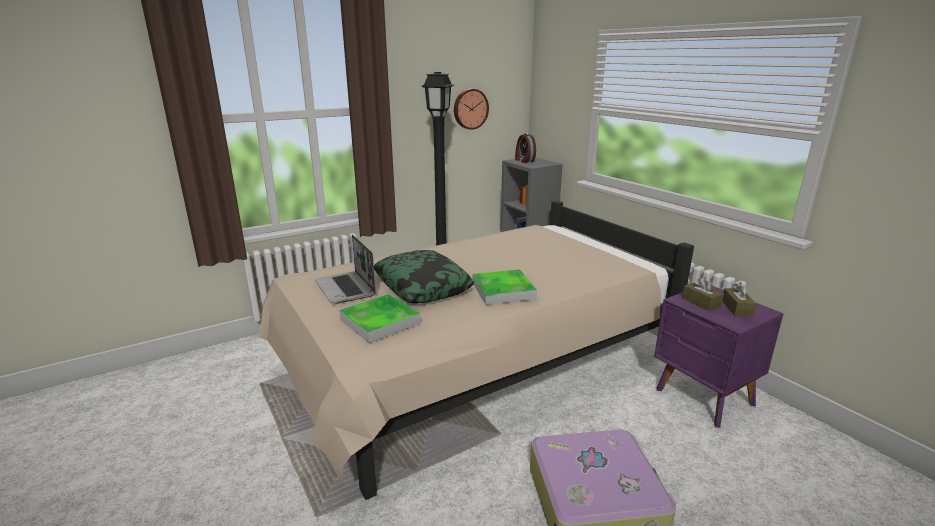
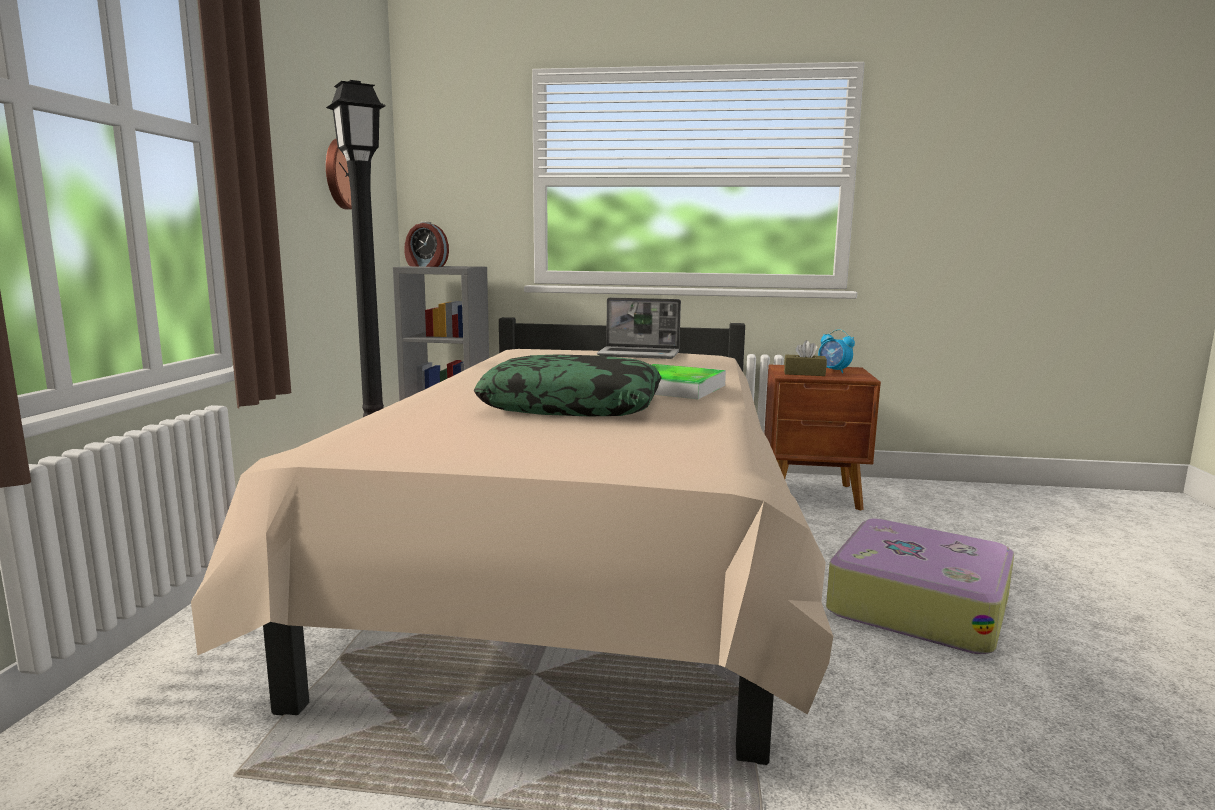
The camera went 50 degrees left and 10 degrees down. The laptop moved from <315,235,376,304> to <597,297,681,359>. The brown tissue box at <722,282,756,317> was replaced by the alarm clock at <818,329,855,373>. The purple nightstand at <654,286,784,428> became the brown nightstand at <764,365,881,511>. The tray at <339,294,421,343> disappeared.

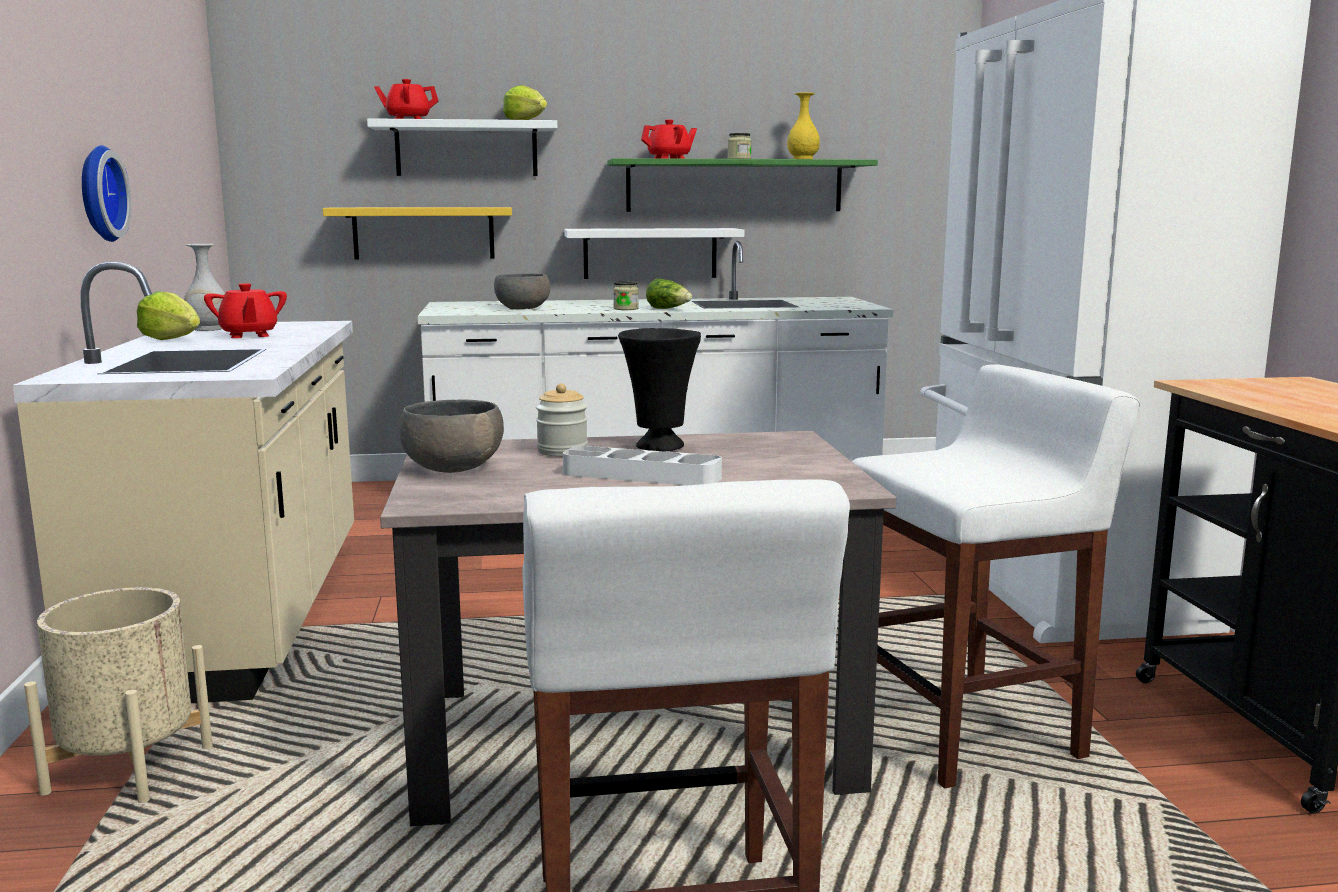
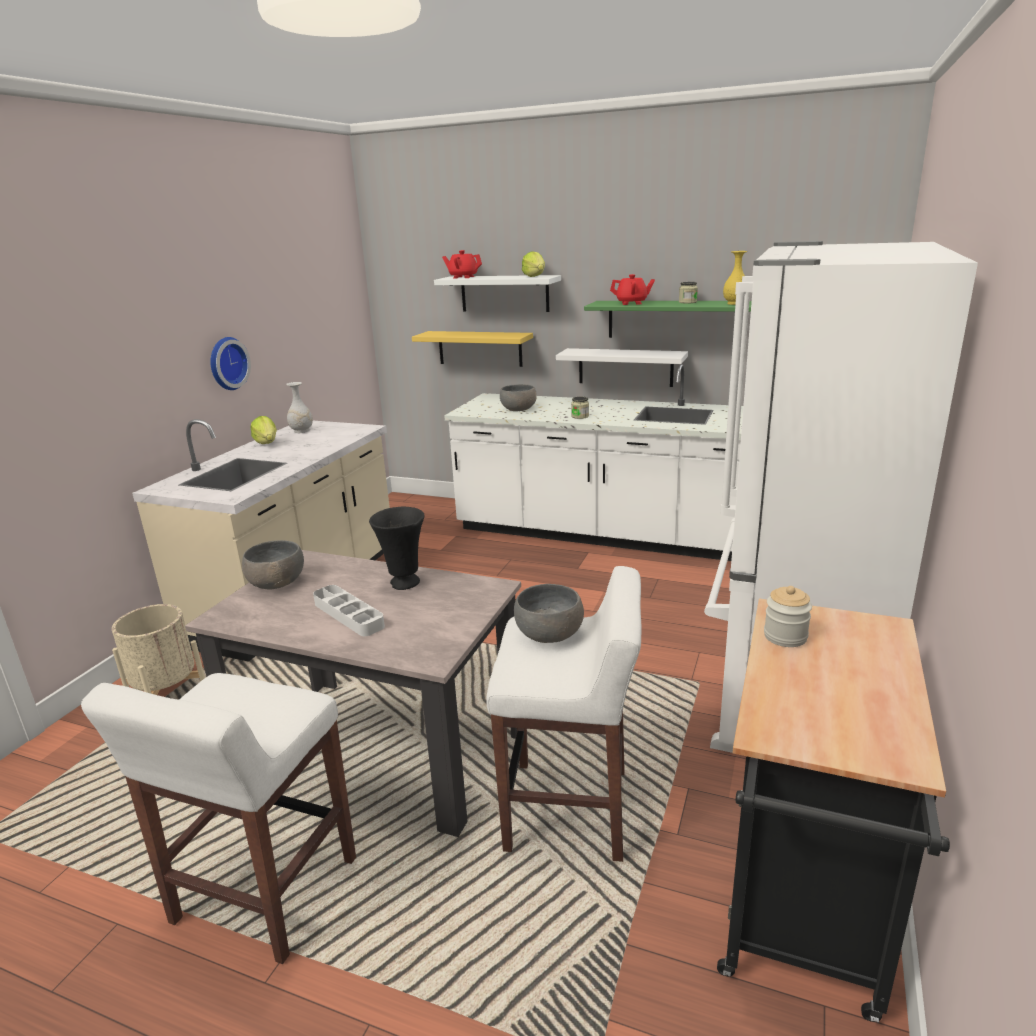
The camera went 30 degrees right and 10 degrees up. The lettuce at <646,279,692,309> disappeared. The red teapot at <204,283,287,338> disappeared. The jar moved from <536,383,588,456> to <764,586,812,647>. The grey bowl at <514,584,584,643> appeared.

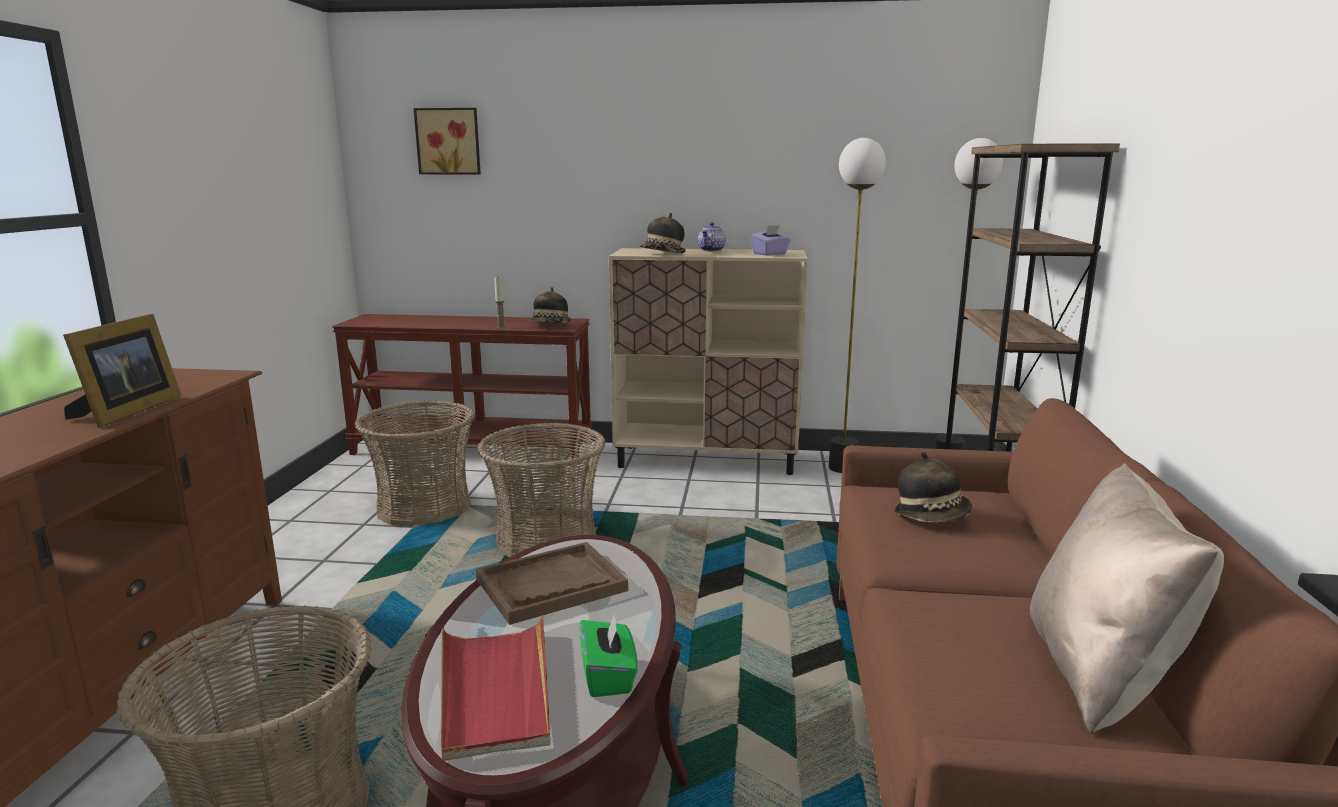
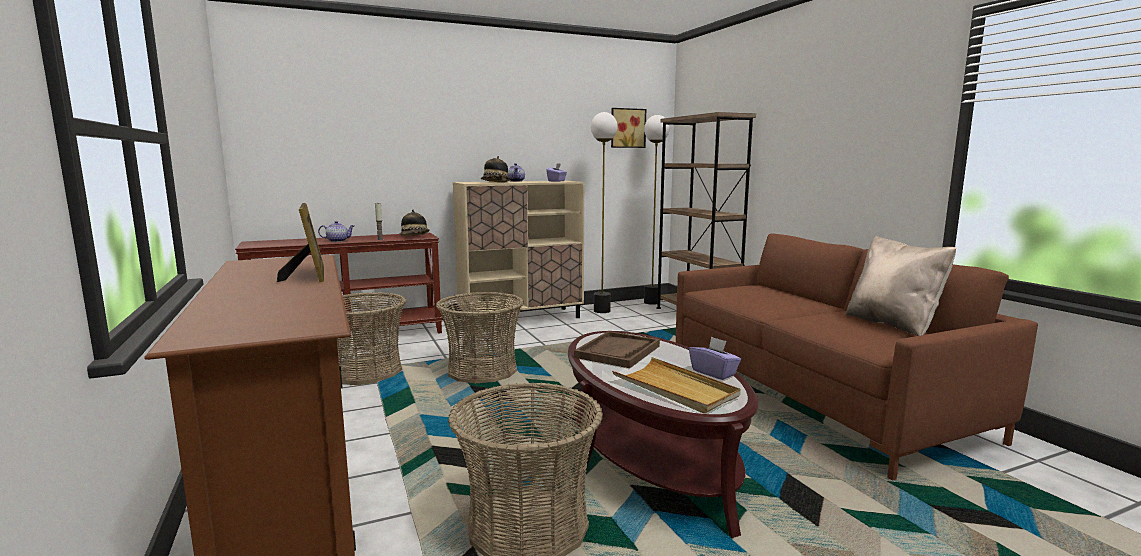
The camera went 30 degrees left and 5 degrees down. The picture moved from <414,108,481,174> to <611,108,646,148>. The hat at <894,452,972,523> disappeared. The green tissue box at <579,613,638,697> became the purple tissue box at <689,336,741,380>. The red tray at <441,616,550,761> became the beige tray at <612,357,741,414>. The teapot at <318,221,354,242> appeared.

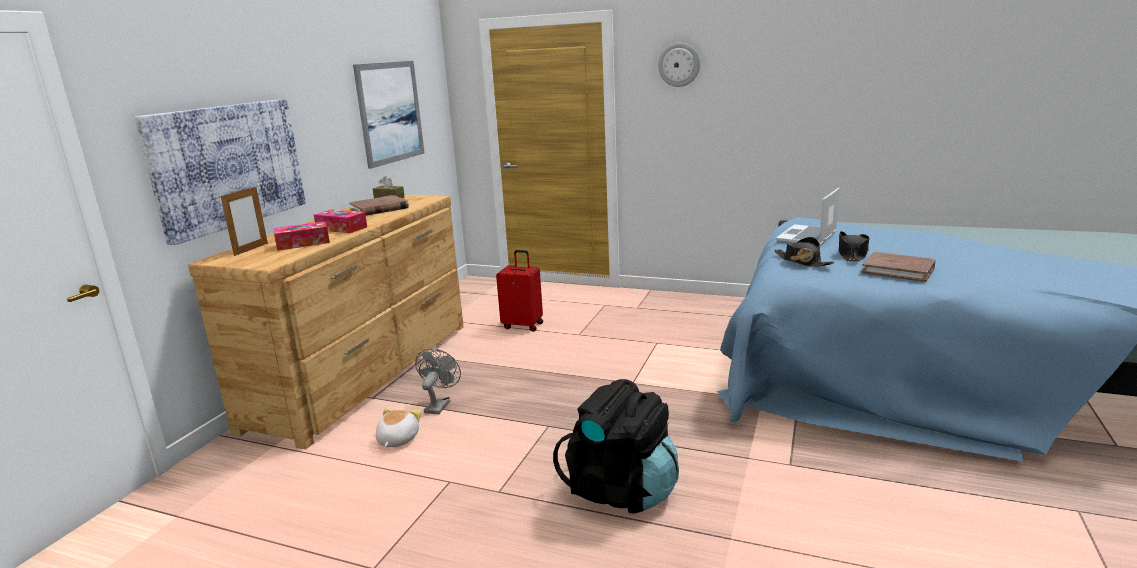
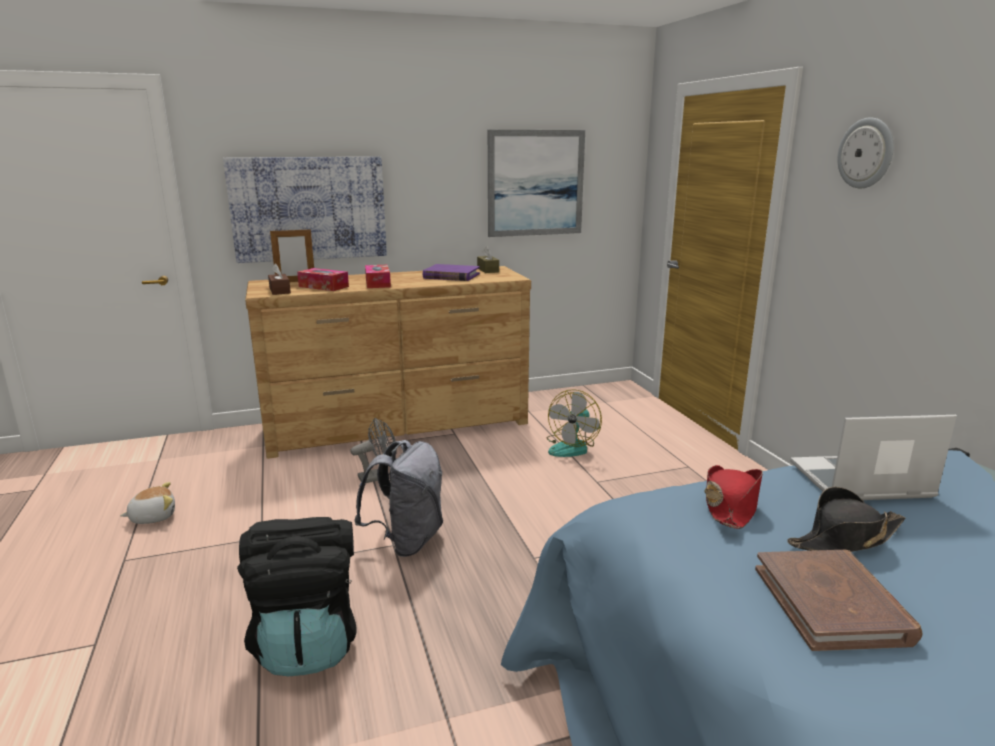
The camera went 50 degrees right and 0 degrees up. The brown book at <349,195,409,216> became the purple book at <423,264,480,281>. The black hat at <774,237,834,267> became the red hat at <704,465,763,529>. The red suitcase at <496,250,543,332> was replaced by the fan at <547,389,602,457>. The plush toy moved from <376,408,421,447> to <120,482,175,524>. The brown tissue box at <268,264,291,295> appeared. The grey backpack at <354,440,443,557> appeared.

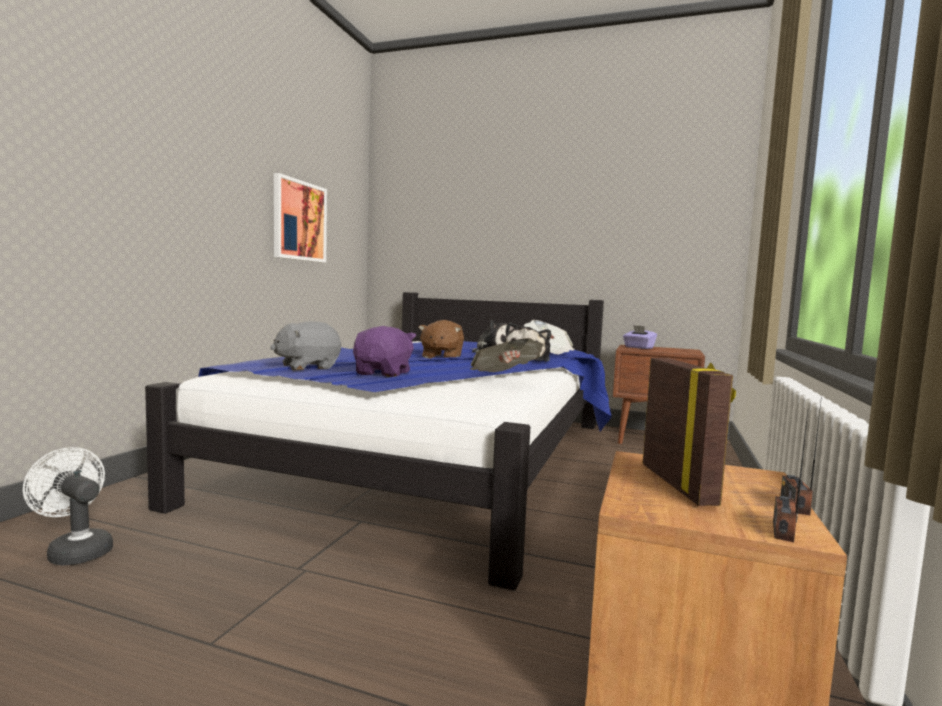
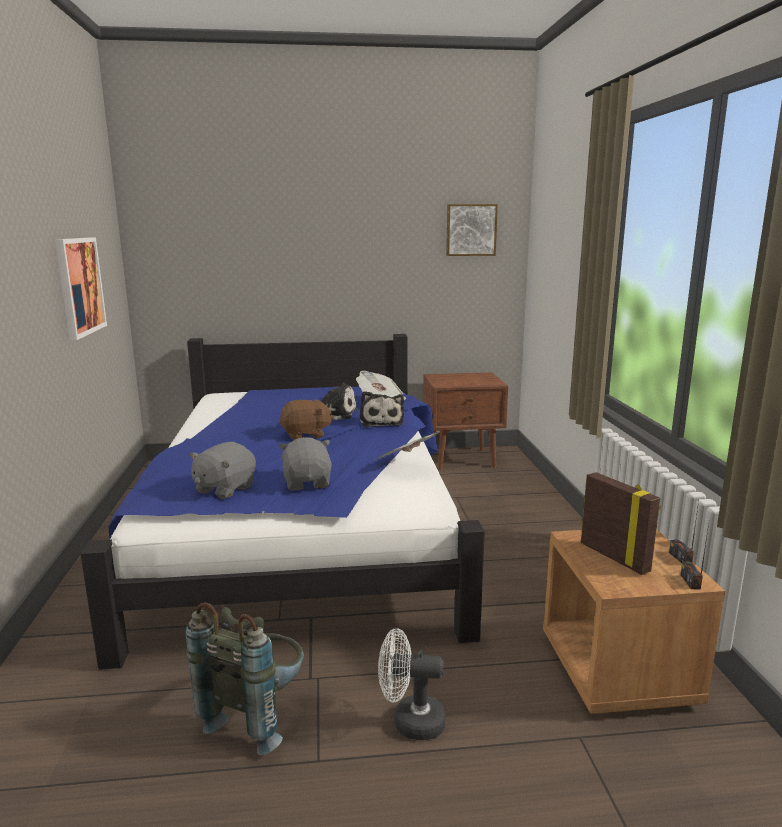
The camera went 25 degrees left and 10 degrees up. The brown plush toy at <419,320,464,359> turned 90 degrees counterclockwise. The purple tissue box at <623,325,657,349> disappeared. The purple plush toy at <353,326,416,377> became the grey plush toy at <278,437,332,491>. The white fan moved from <23,447,113,566> to <378,628,446,740>. The picture at <446,204,498,256> appeared. The grey backpack at <186,602,304,755> appeared.

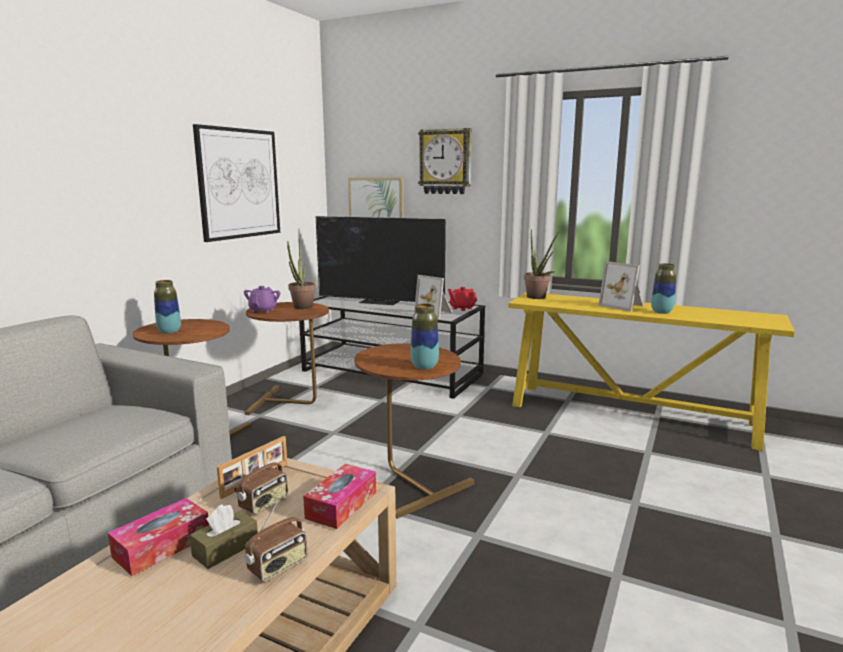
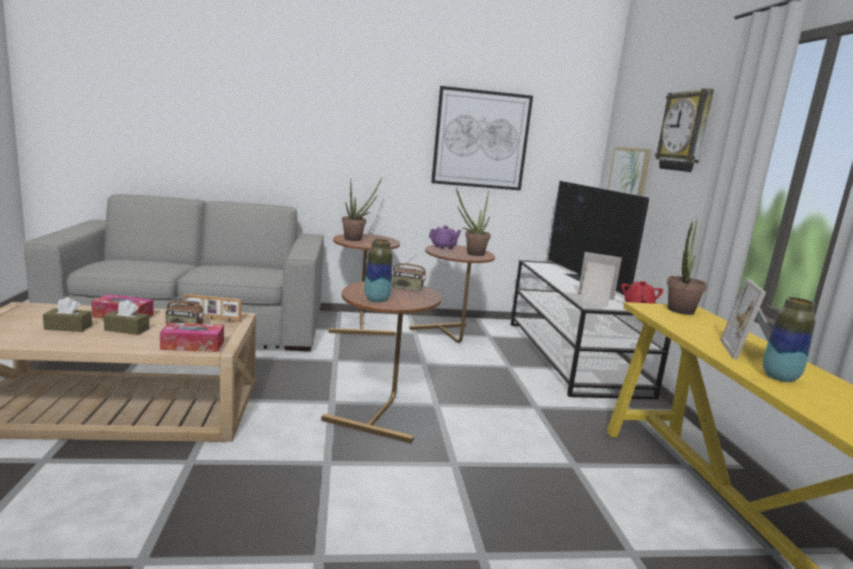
The camera went 55 degrees right and 0 degrees up. The picture frame at <414,275,453,319> turned 105 degrees clockwise. The vase at <154,280,181,334> was replaced by the potted plant at <342,178,382,241>. The radio moved from <245,502,307,582> to <392,254,426,291>. The brown tissue box at <43,297,92,332> appeared.

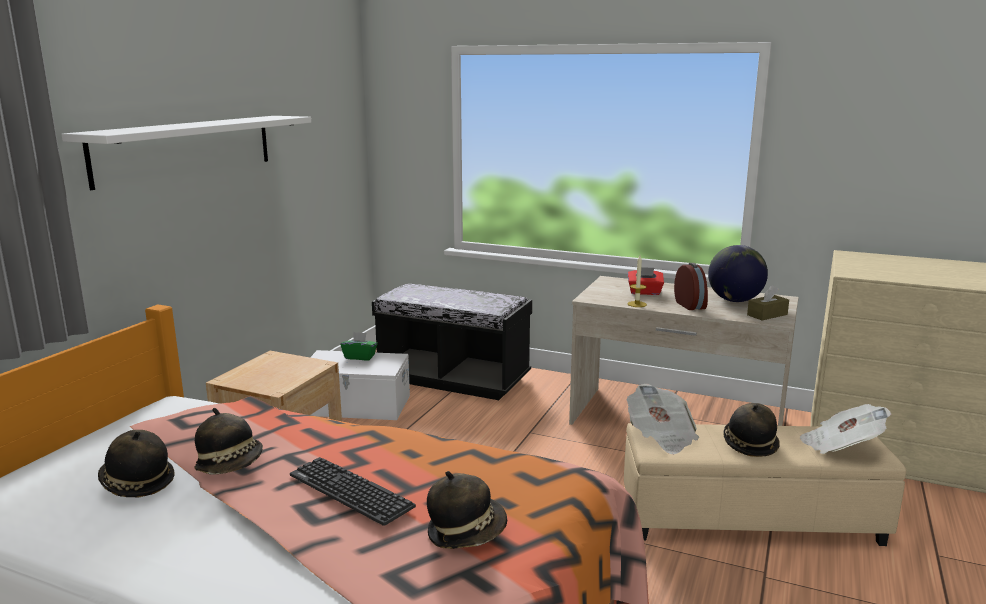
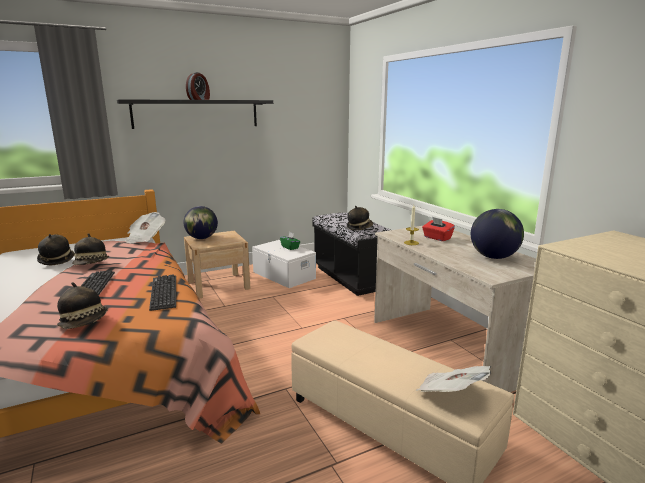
The camera went 40 degrees right and 0 degrees up. The white shelf at <61,116,311,190> became the black shelf at <117,99,273,129>. The alarm clock moved from <674,263,708,310> to <186,72,210,100>. The brown tissue box at <747,285,789,320> disappeared. The newspaper moved from <627,384,699,455> to <126,212,165,243>. The hat moved from <723,403,780,457> to <347,206,373,230>. The globe at <184,206,218,239> appeared. The keyboard at <149,274,176,311> appeared.

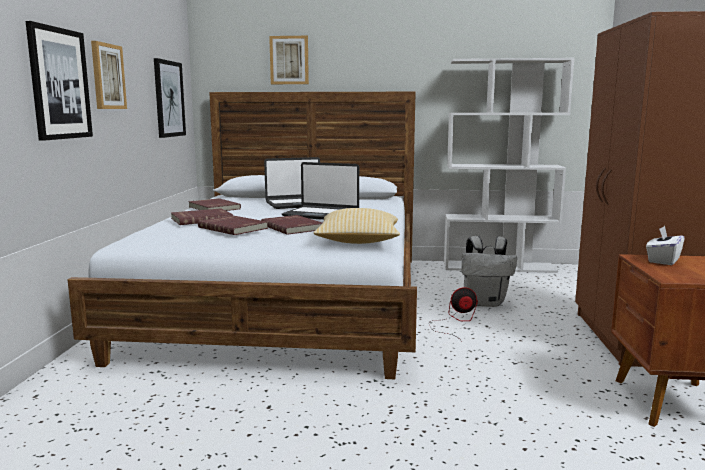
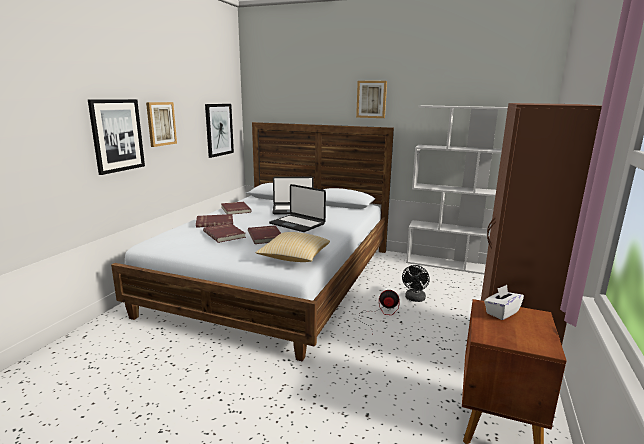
The camera went 15 degrees right and 5 degrees up. The picture moved from <269,36,309,84> to <356,81,387,118>. The white backpack at <461,236,517,307> was replaced by the black fan at <402,265,430,302>.

